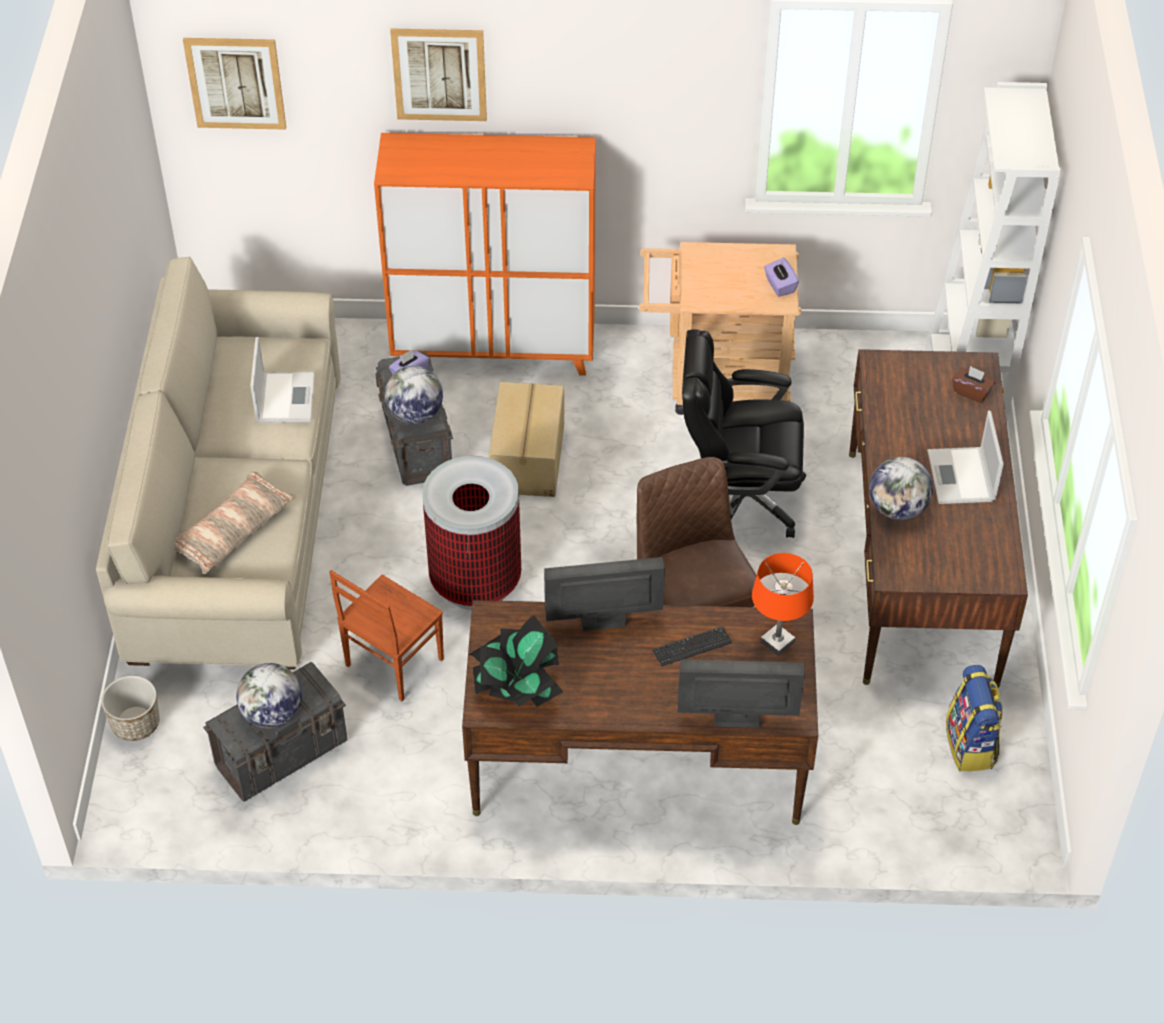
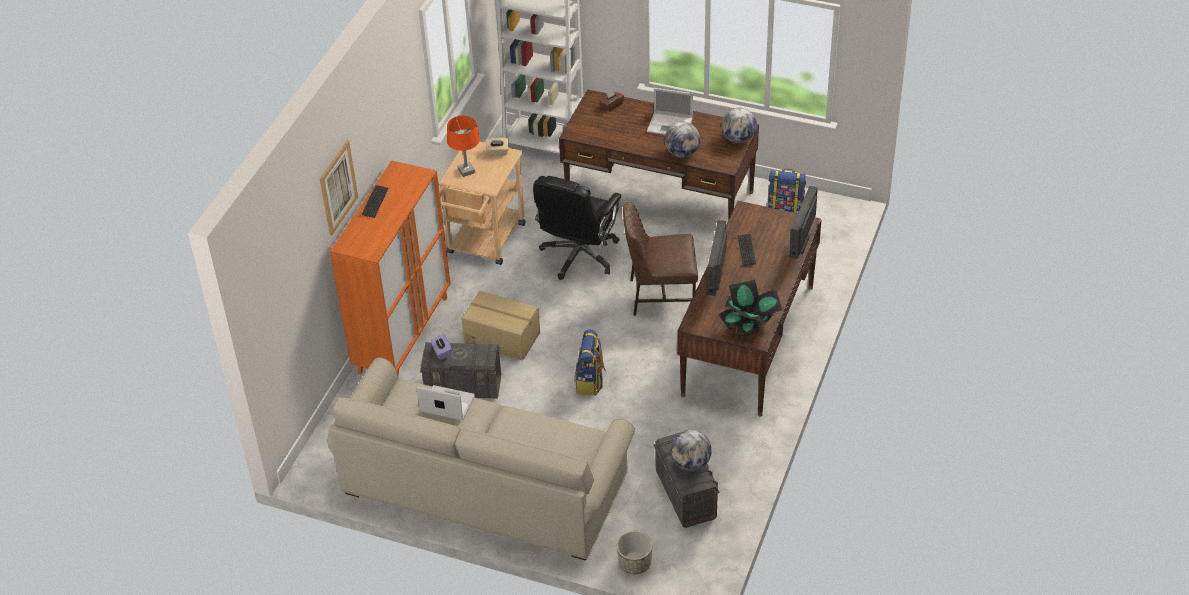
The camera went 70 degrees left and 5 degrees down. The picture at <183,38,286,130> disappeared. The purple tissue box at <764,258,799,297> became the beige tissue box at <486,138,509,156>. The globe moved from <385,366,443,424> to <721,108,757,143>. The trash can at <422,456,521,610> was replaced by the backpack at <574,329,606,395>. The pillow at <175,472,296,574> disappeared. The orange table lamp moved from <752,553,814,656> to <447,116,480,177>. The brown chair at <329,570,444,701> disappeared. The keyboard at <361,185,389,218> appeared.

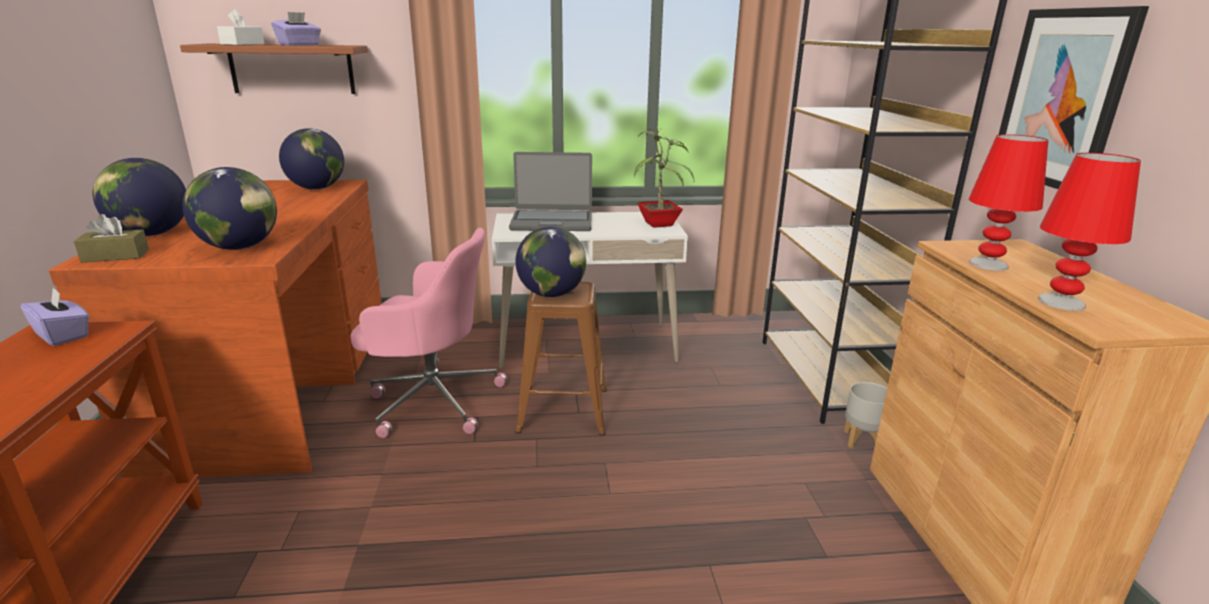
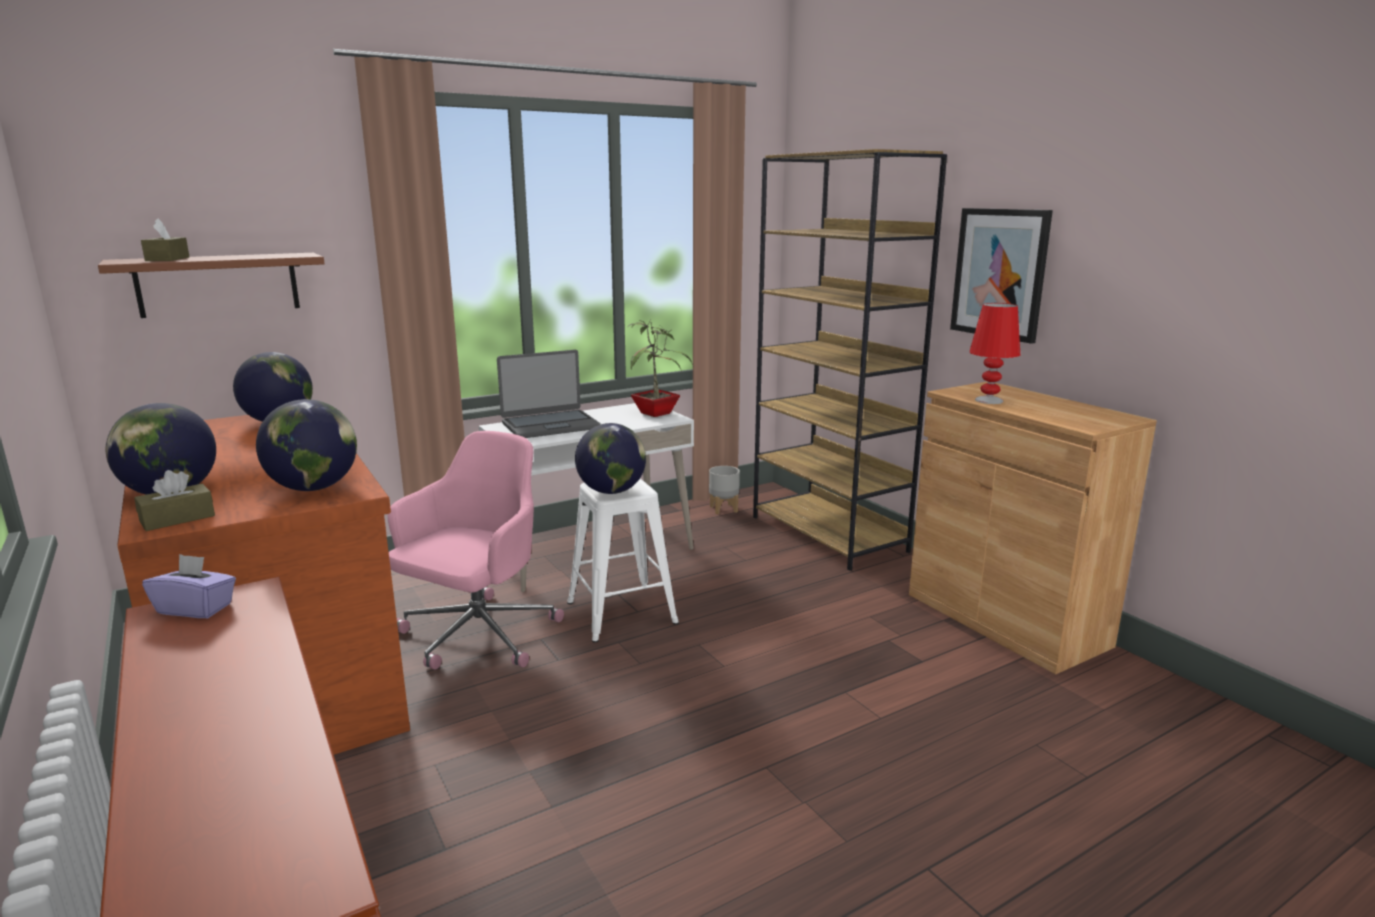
The camera went 25 degrees left and 5 degrees down. The white tissue box at <217,9,264,45> became the brown tissue box at <141,219,190,261>. The purple tissue box at <272,12,321,46> disappeared. The red table lamp at <1038,153,1141,311> disappeared. The pink office chair at <350,228,507,438> turned 45 degrees counterclockwise. The brown stool at <515,282,607,436> became the white stool at <567,478,679,643>. The grey planter moved from <844,382,887,449> to <709,466,740,514>.

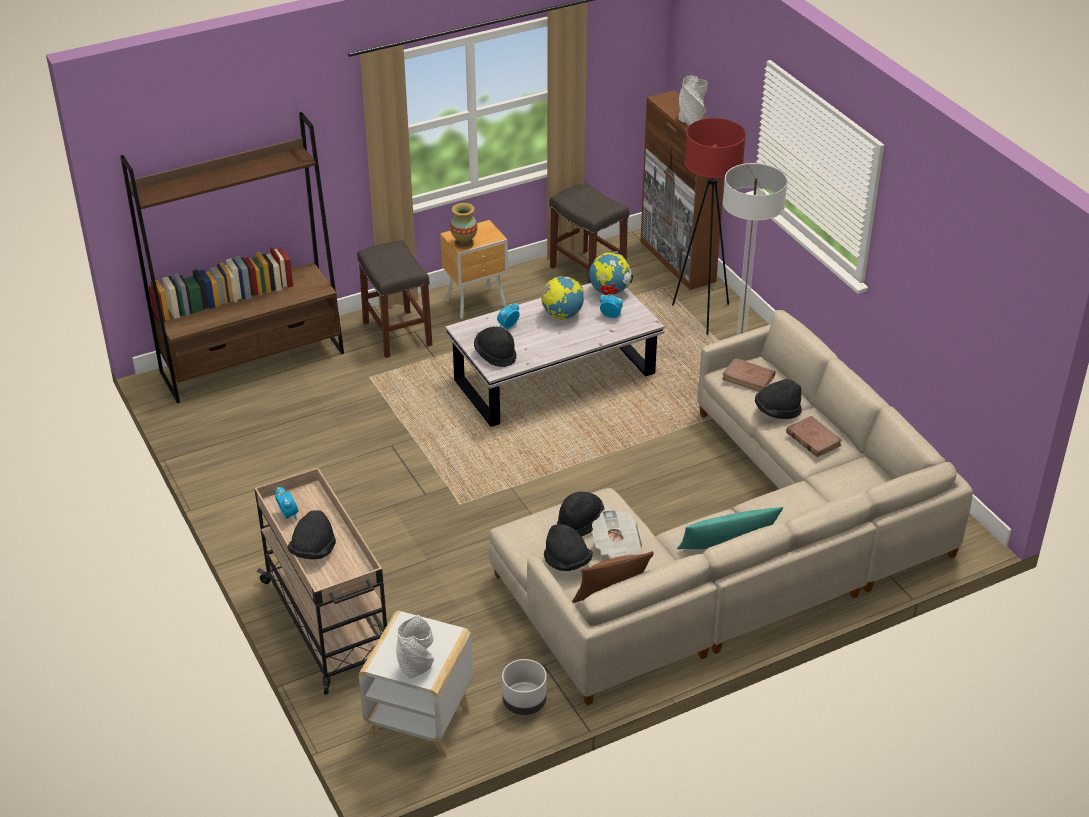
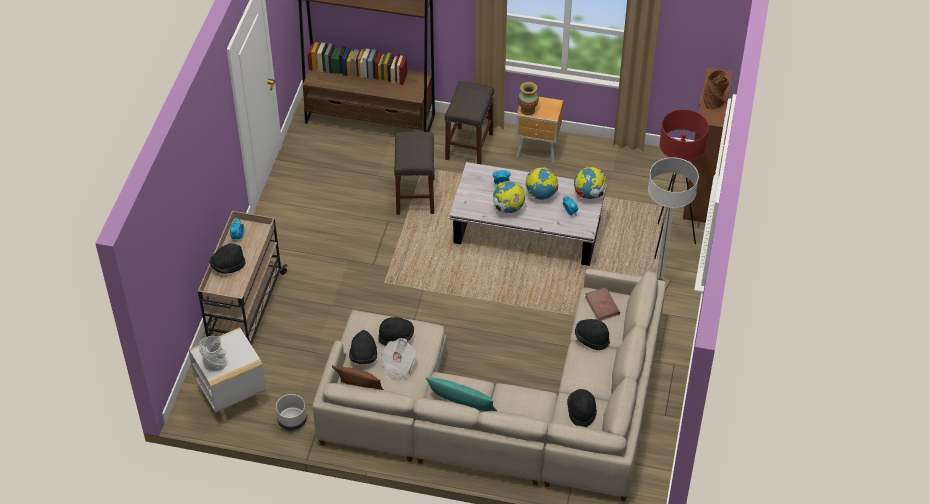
The camera went 40 degrees right and 10 degrees up. The grey vase at <678,75,708,125> became the brown vase at <704,70,729,110>. The grey stool moved from <549,182,629,284> to <394,132,435,215>. The black hat moved from <474,327,516,367> to <567,389,597,427>. The brown book at <786,416,842,457> disappeared. The globe at <493,181,525,213> appeared.

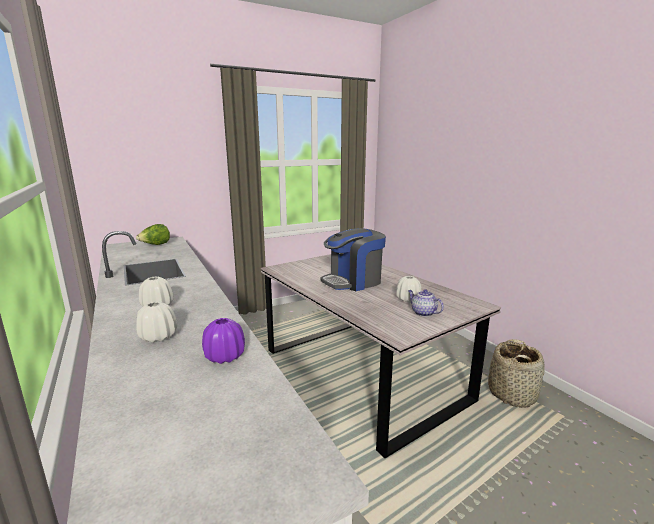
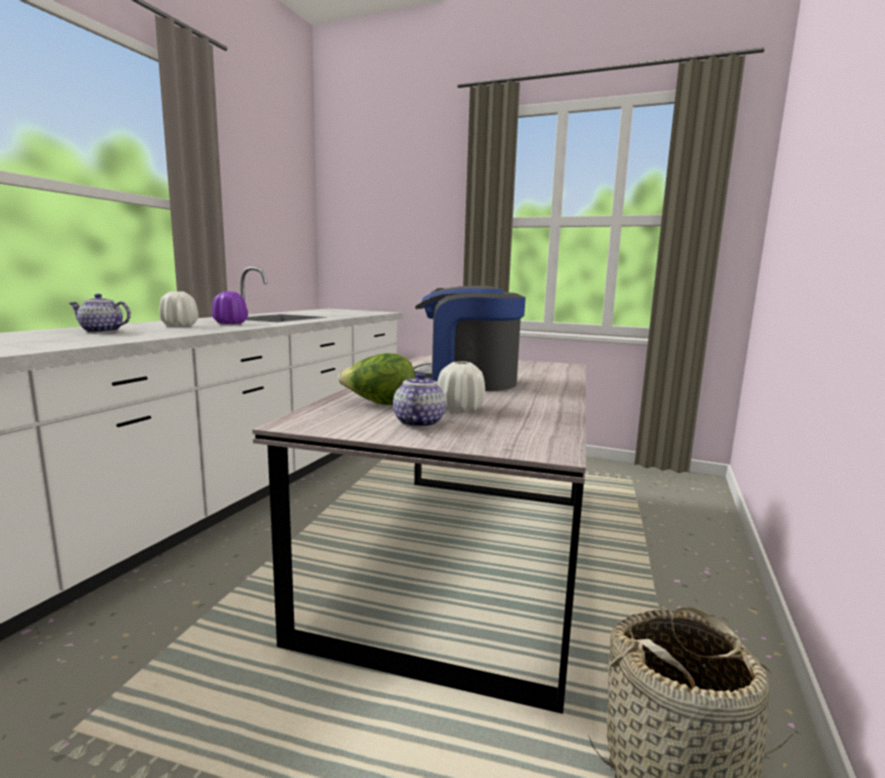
The camera went 50 degrees right and 5 degrees down. The lettuce moved from <136,224,170,245> to <338,353,415,405>. The white vase at <136,302,177,343> was replaced by the teapot at <69,294,131,333>. The purple vase moved from <202,318,245,364> to <212,292,248,324>.

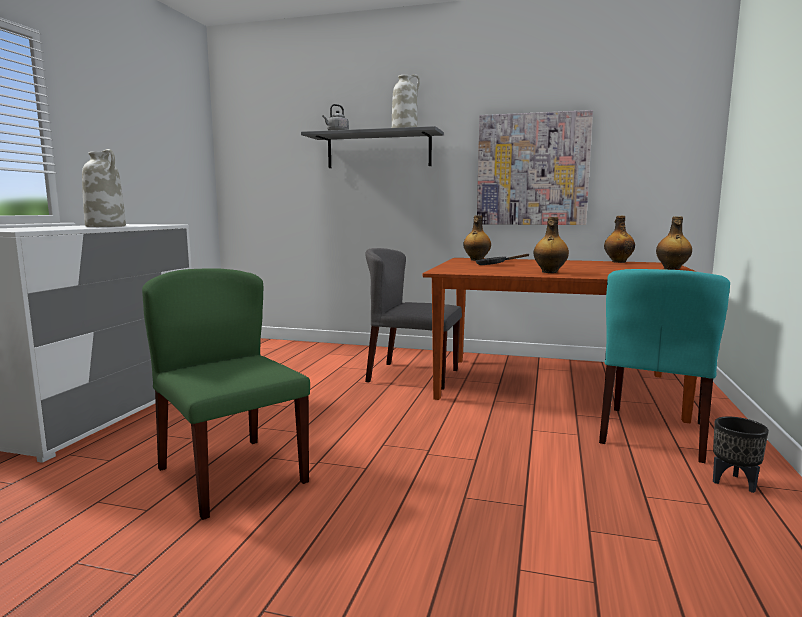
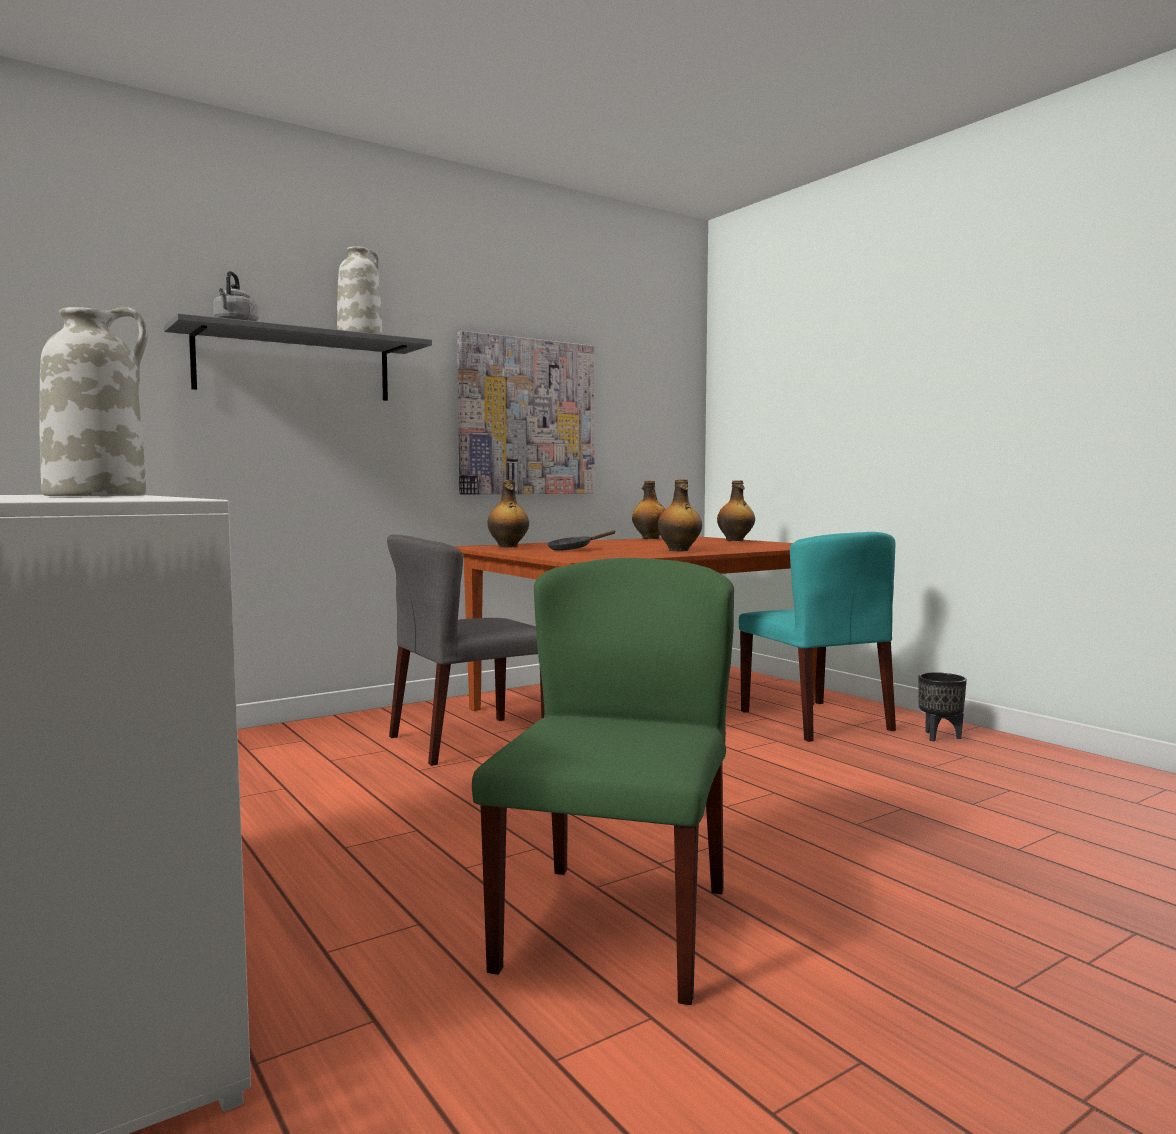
The camera went 50 degrees left and 5 degrees down. The green chair at <142,268,310,520> turned 105 degrees clockwise.

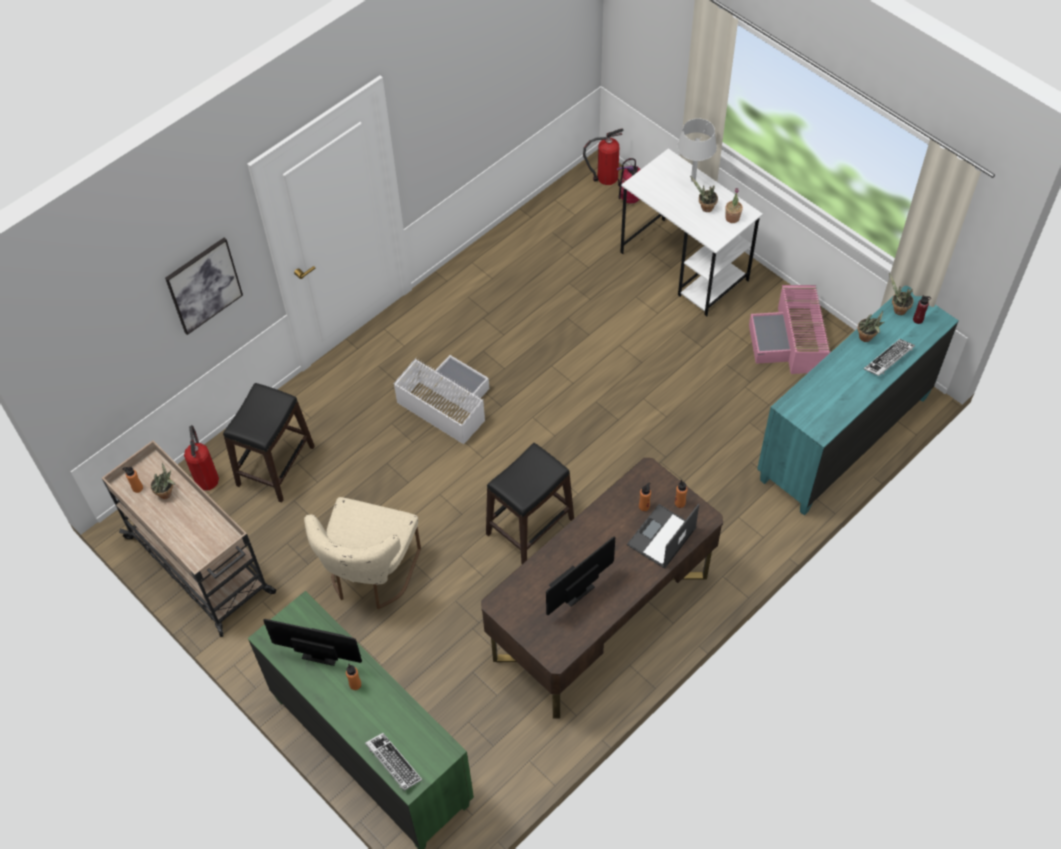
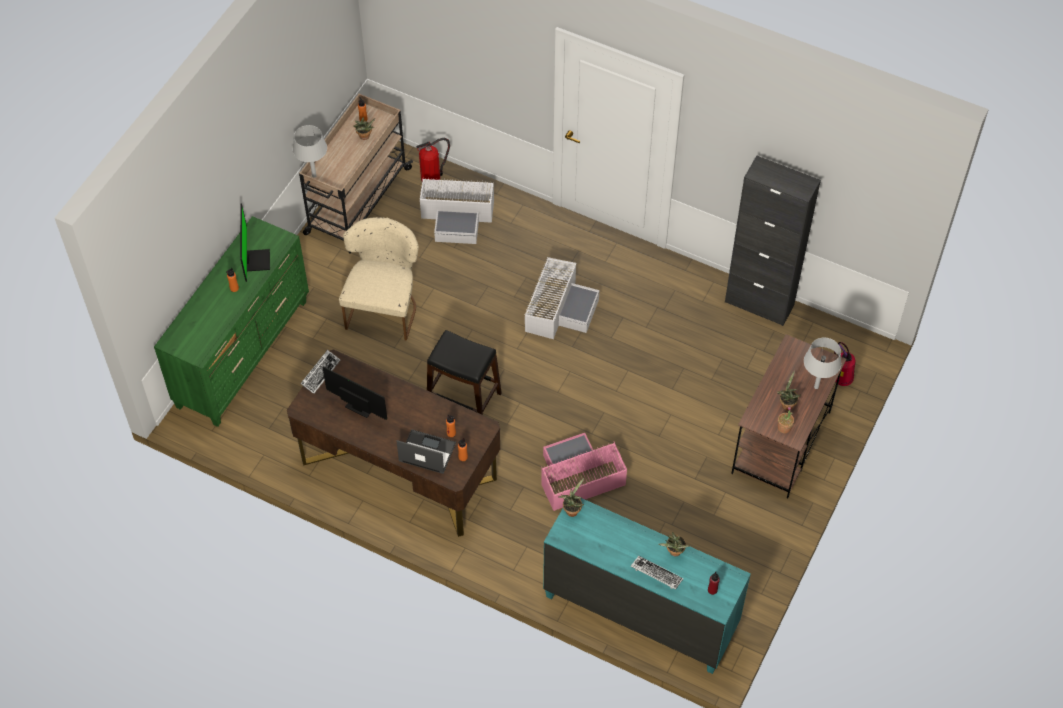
The camera went 70 degrees right and 0 degrees up. The fire extinguisher at <583,128,624,185> disappeared. The white desk at <620,148,763,317> became the brown desk at <731,334,846,498>. The picture at <165,238,243,335> disappeared. The potted plant moved from <889,273,913,315> to <559,478,584,517>. The pink storage box moved from <749,285,831,374> to <541,433,627,511>. The black stool at <223,383,315,503> was replaced by the white storage box at <420,178,494,244>. The beige chair at <304,497,421,609> turned 105 degrees clockwise. The keyboard moved from <365,733,422,791> to <300,350,340,394>. The grey table lamp at <293,125,327,178> appeared. The black cabinet at <725,156,821,326> appeared.

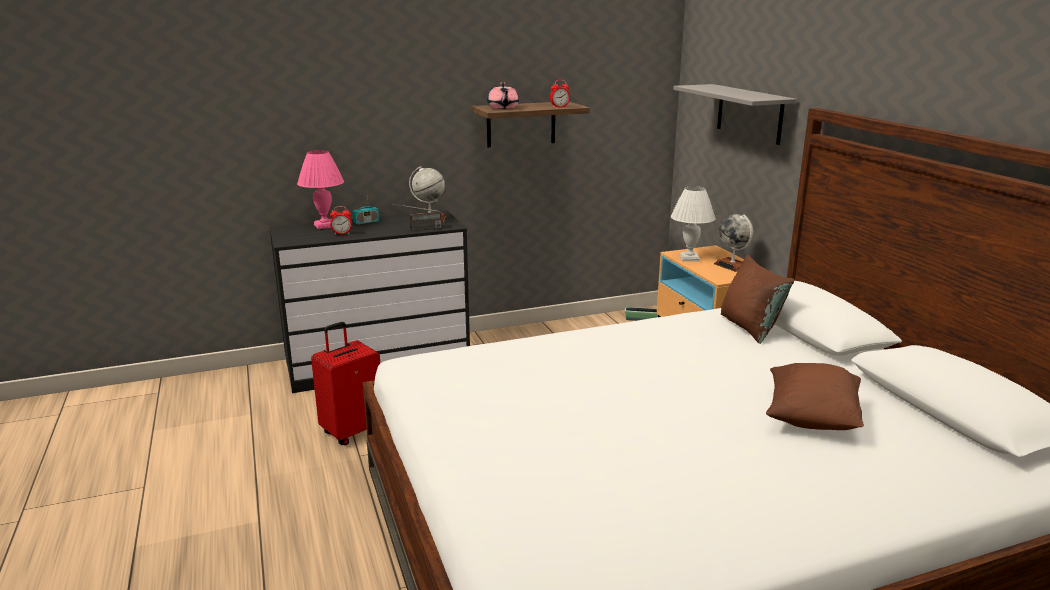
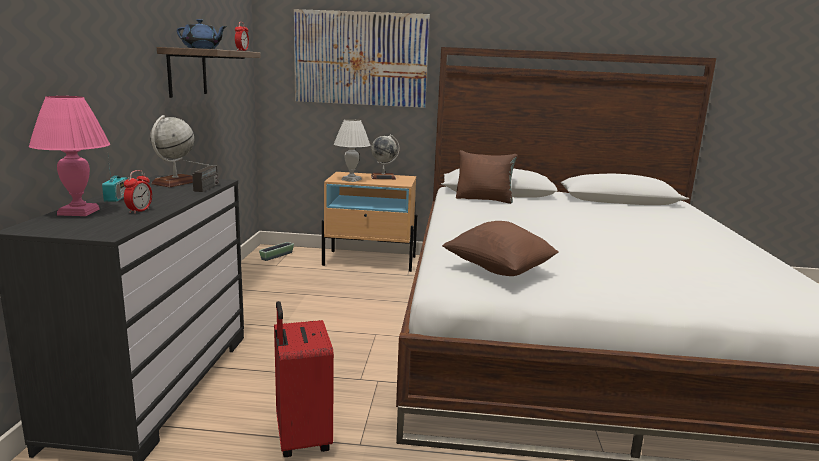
The camera went 65 degrees left and 5 degrees down. The pink teapot at <487,82,519,109> became the blue teapot at <177,19,227,49>. The grey shelf at <673,84,797,145> was replaced by the picture at <294,9,430,108>. The brown pillow moved from <766,363,864,430> to <442,221,559,276>.

